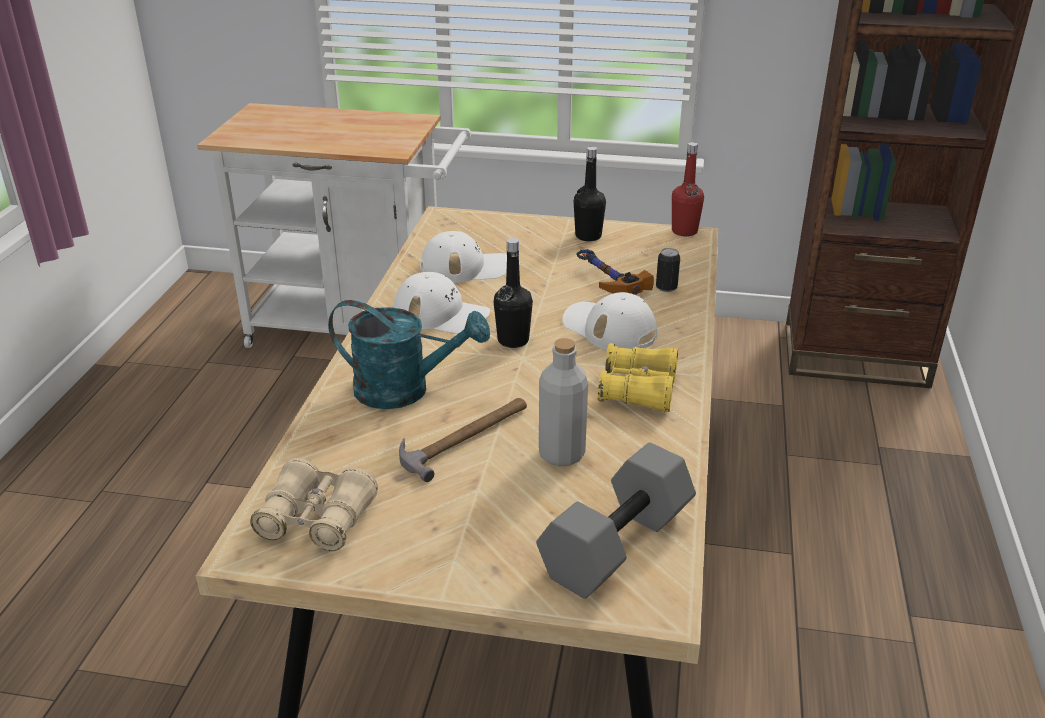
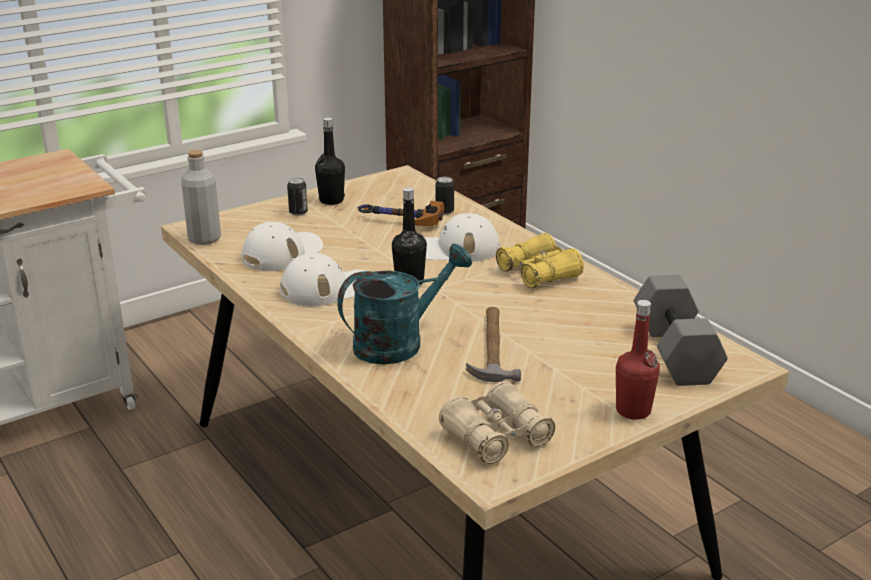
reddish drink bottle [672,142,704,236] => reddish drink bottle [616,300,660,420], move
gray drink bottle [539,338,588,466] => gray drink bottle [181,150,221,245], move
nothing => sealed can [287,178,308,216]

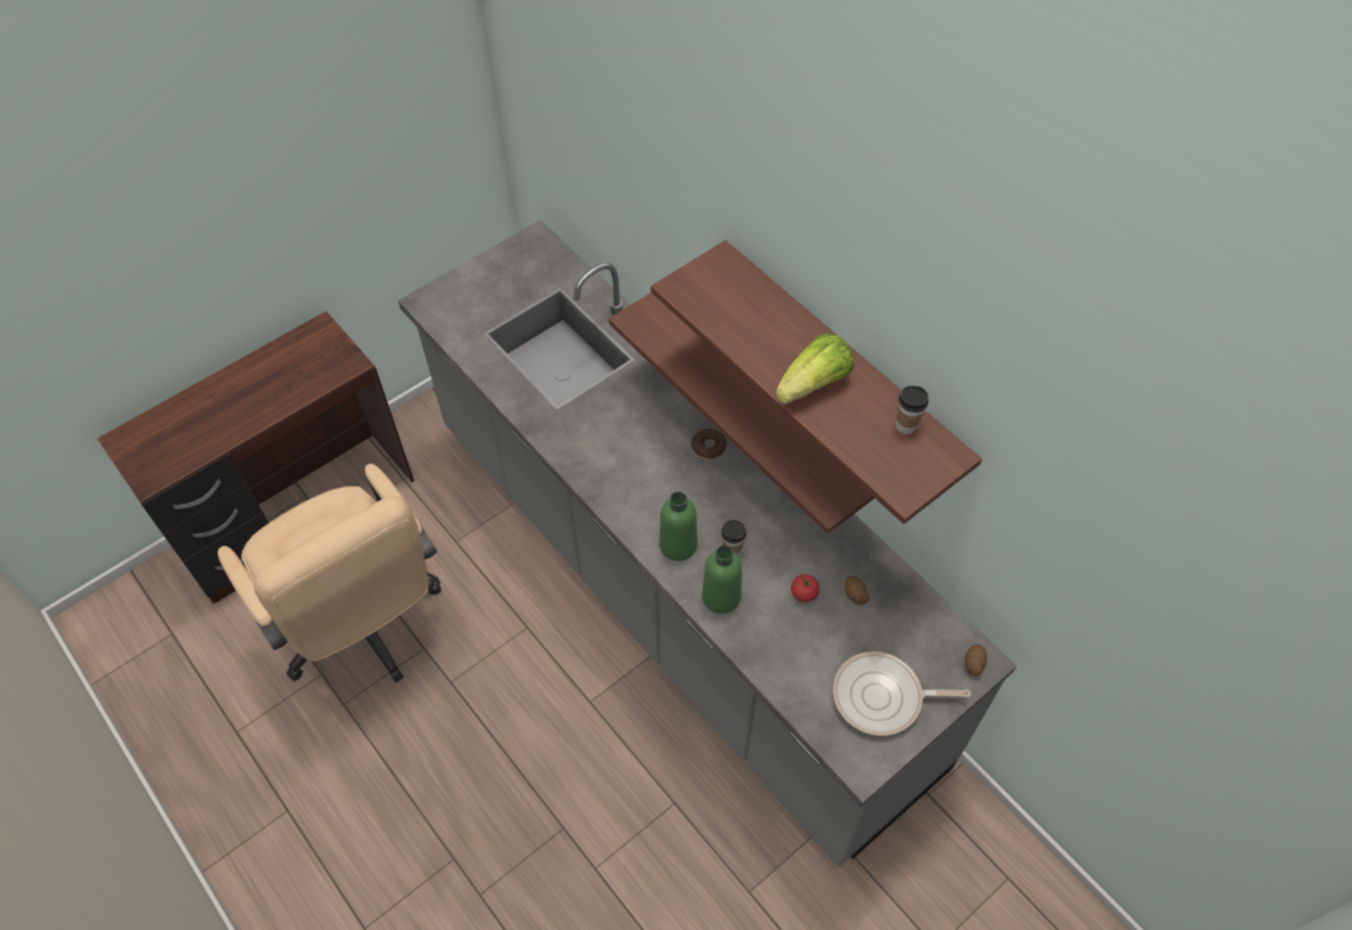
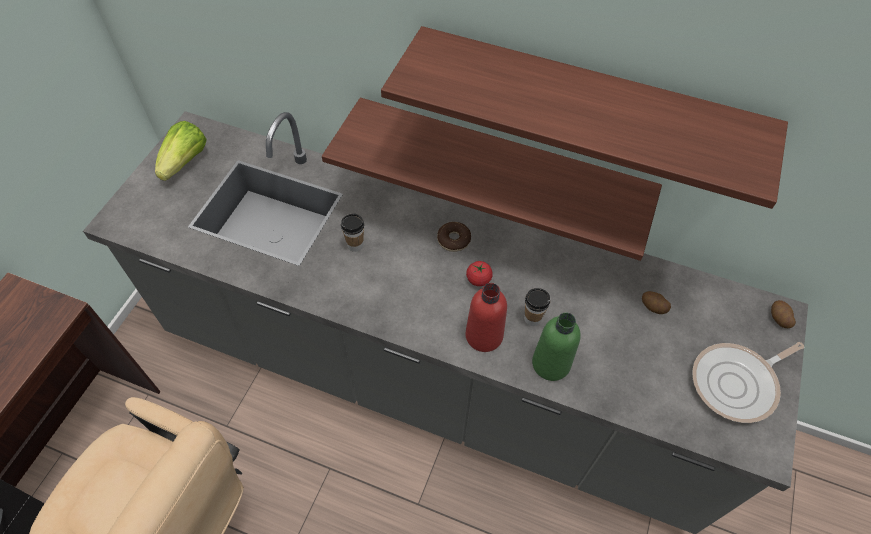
lettuce [776,333,854,404] => lettuce [155,121,207,181], move
small cup [896,385,929,434] => small cup [341,213,364,252], move
green-coloured drink bottle [659,492,698,561] => reddish drink bottle [466,283,507,352]
fresh tomato [791,574,820,602] => fresh tomato [466,261,493,286], move

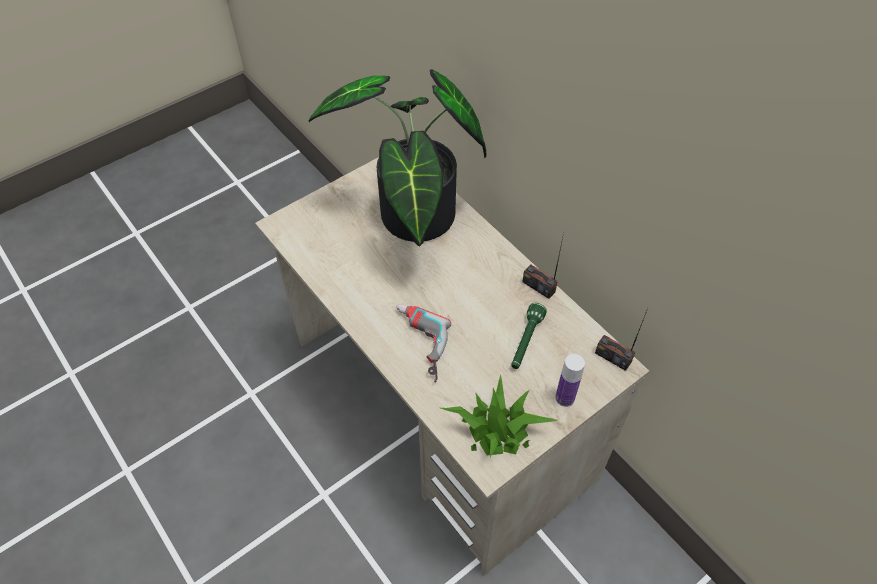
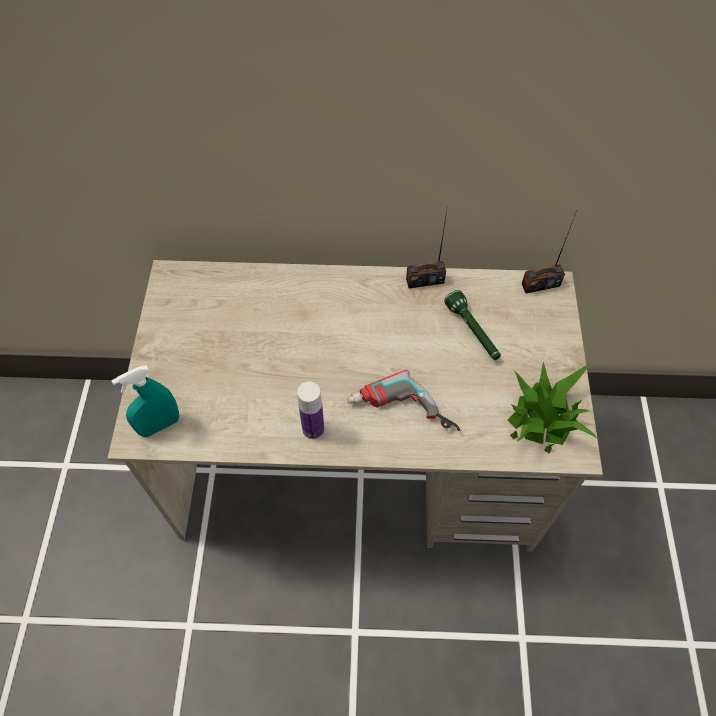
plant in a pot [309,69,486,247] => nothing
drink bottle [555,354,585,407] => drink bottle [297,382,324,439], move
nothing => blue-green hand sprayer [111,365,179,437]

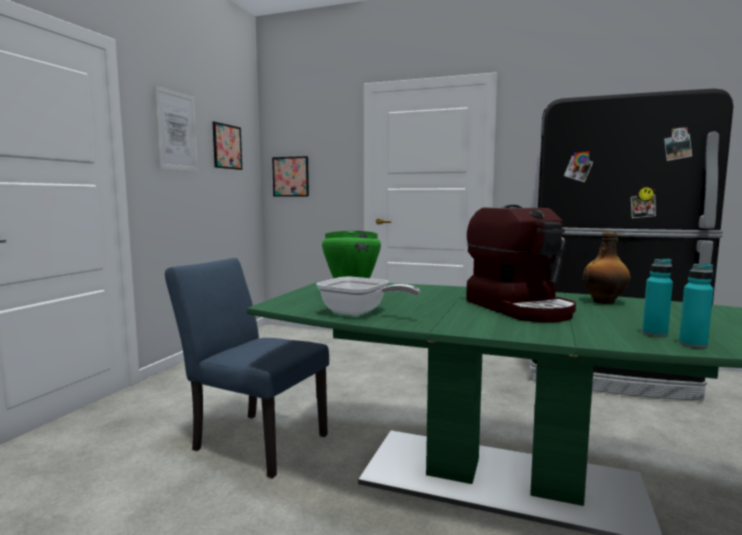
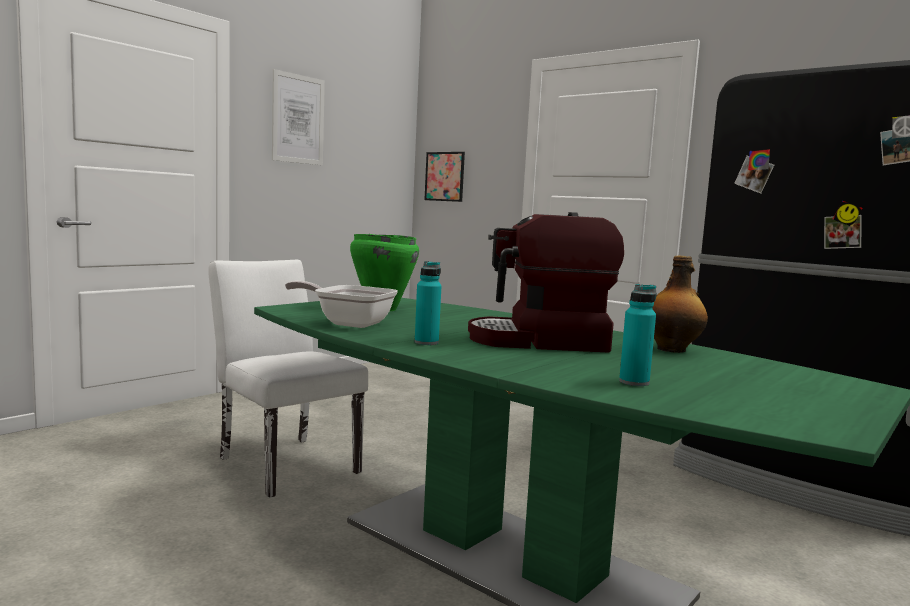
picture [213,122,242,170] => nothing
coffee machine [466,205,576,322] => coffee machine [468,212,624,353], 90 degrees clockwise
blue plain chair [165,258,329,478] => white-coloured plain chair [208,260,368,498]
blue-green drink bottle [679,264,714,348] => blue-green drink bottle [415,261,441,345], move
frying pan [317,277,420,316] => frying pan [285,281,398,328], 150 degrees clockwise

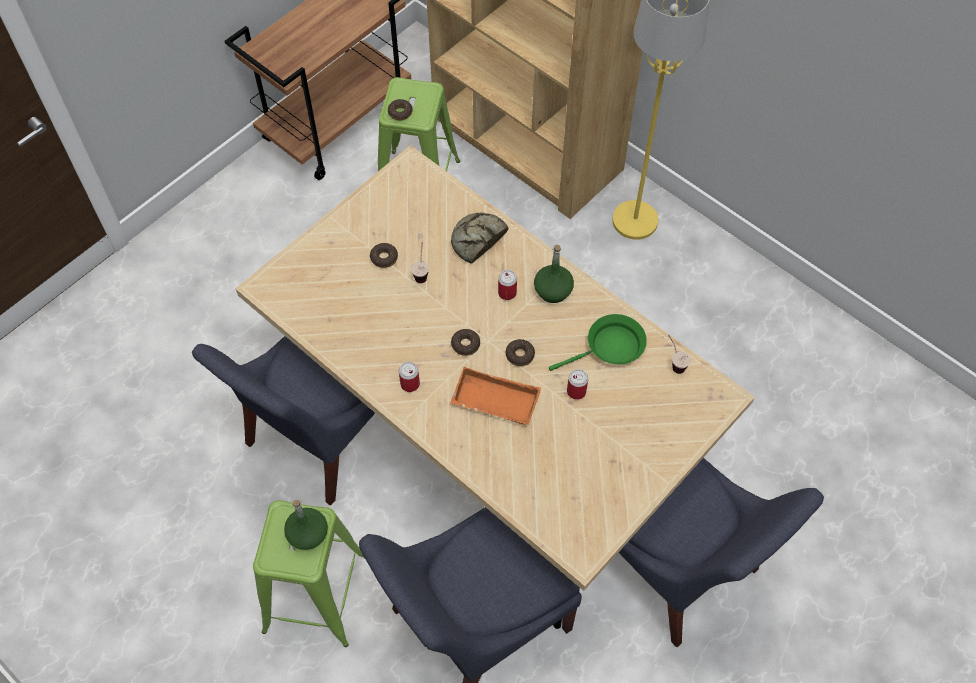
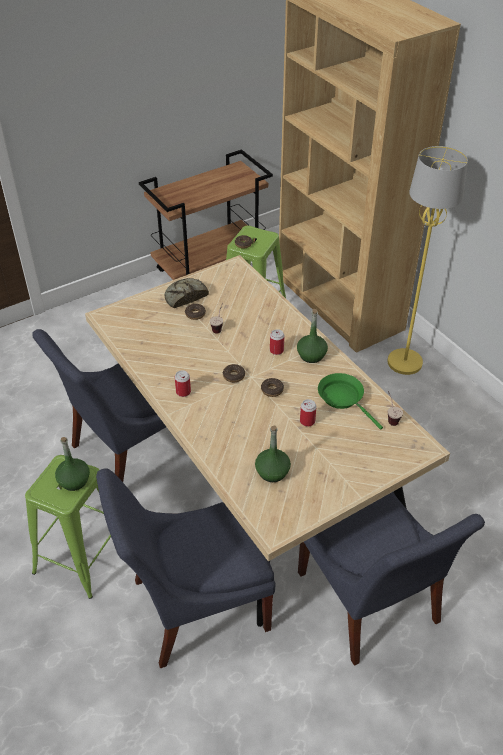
bread [451,213,508,264] => bread [165,278,209,308], move
green-coloured frying pan [549,314,647,371] => green-coloured frying pan [318,373,383,430], 120 degrees counterclockwise
orangey serving tray [450,367,541,425] => nothing
nothing => green-coloured drink bottle [255,425,291,482]

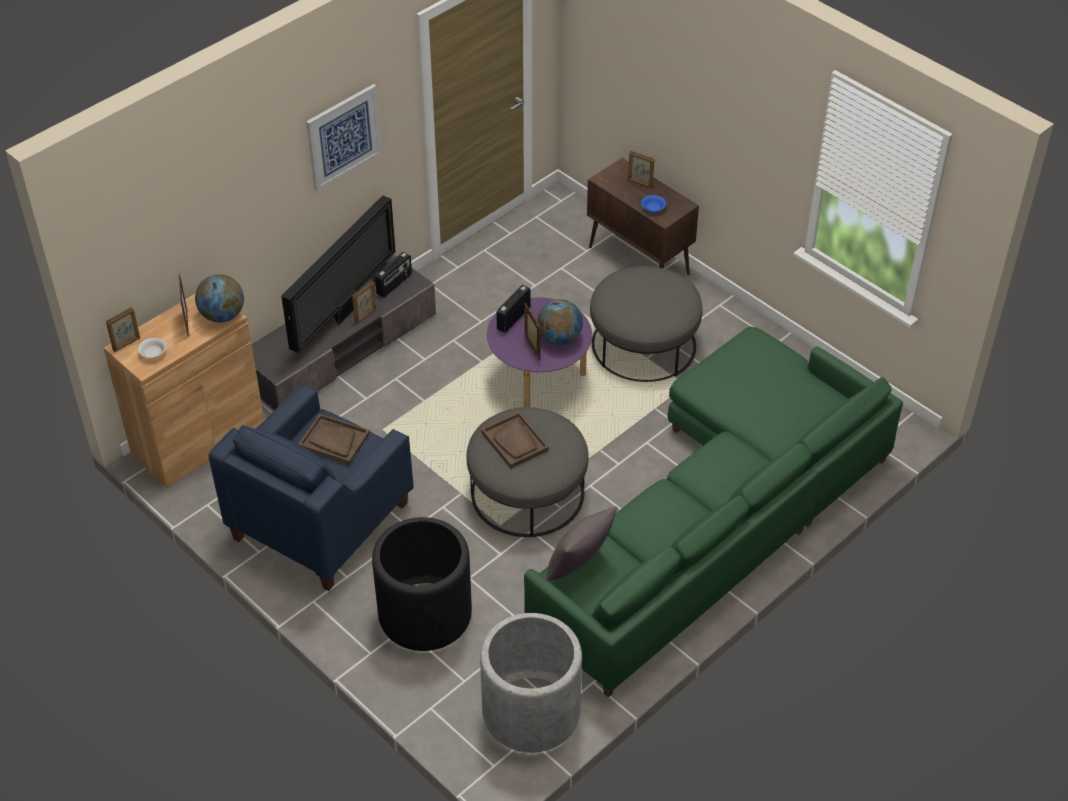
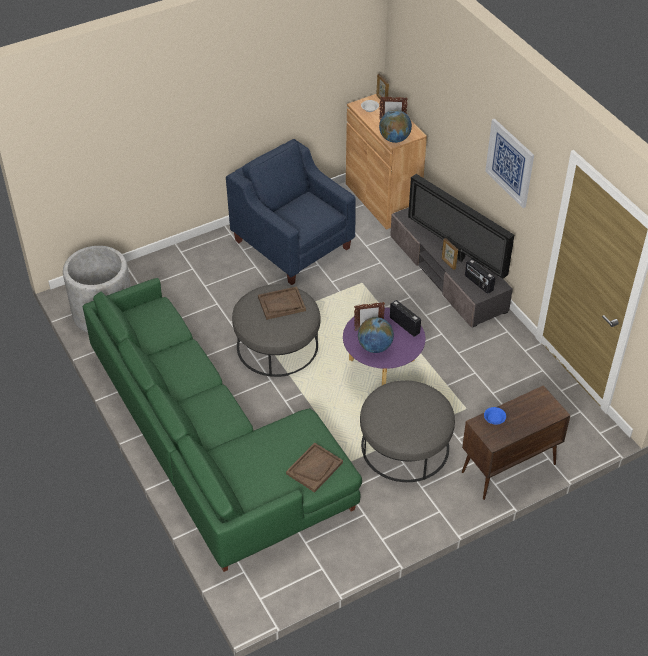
standing frame [628,151,655,188] => nothing
brown serving tray [298,414,370,465] => brown serving tray [286,443,343,493], move
gray throw pillow [546,506,618,581] => nothing
black planter [372,517,472,651] => nothing

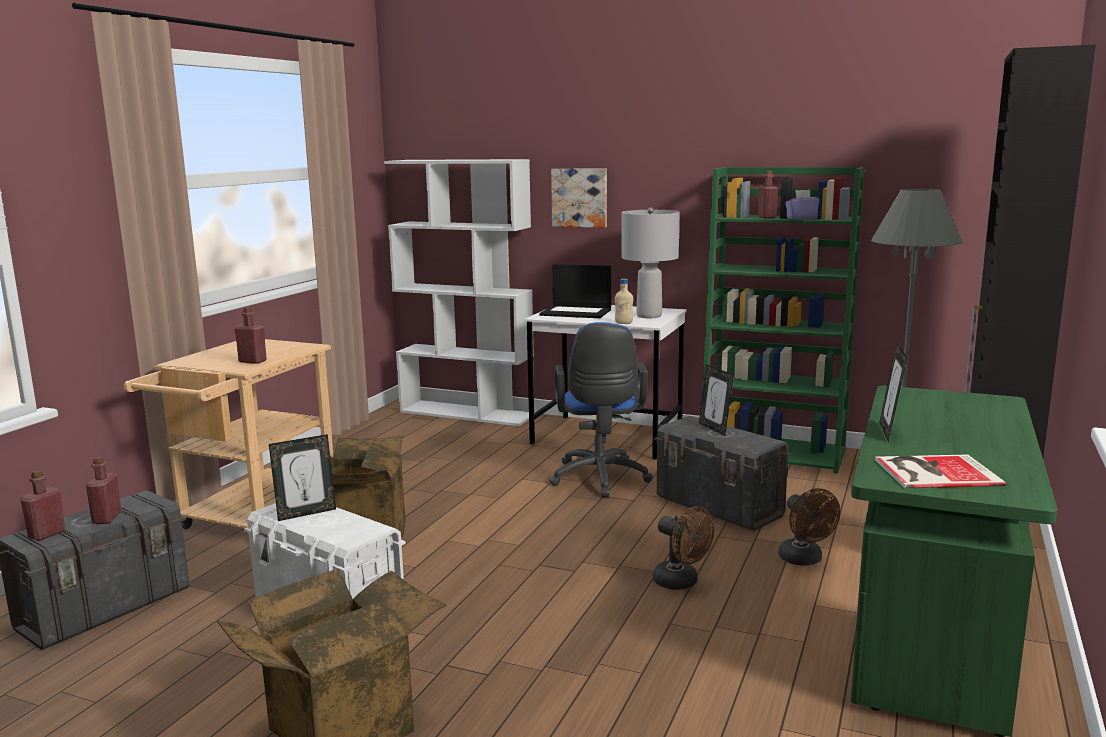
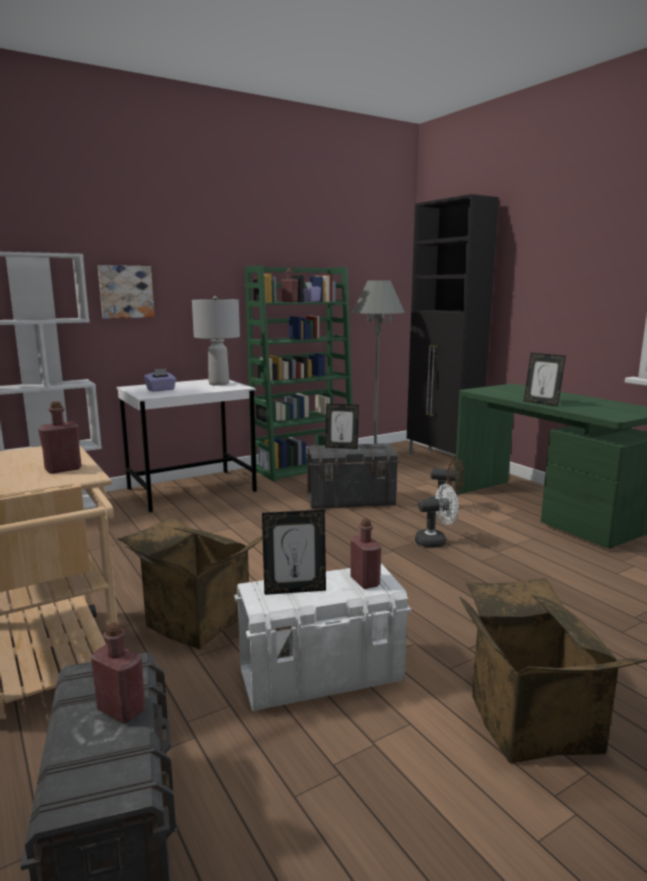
portable computer [539,264,611,318] => purple-coloured tissue holder [144,368,176,392]
beige drink bottle [615,279,633,324] => nothing
blue computer chair [549,322,653,497] => nothing
standing frame [269,434,336,521] => standing frame [262,510,326,595], 75 degrees clockwise
book [875,454,1006,488] => nothing
reddish drink bottle [20,470,65,541] => reddish drink bottle [350,518,381,589], move
brown cooling fan [653,506,714,590] => white-coloured cooling fan [415,484,459,548]

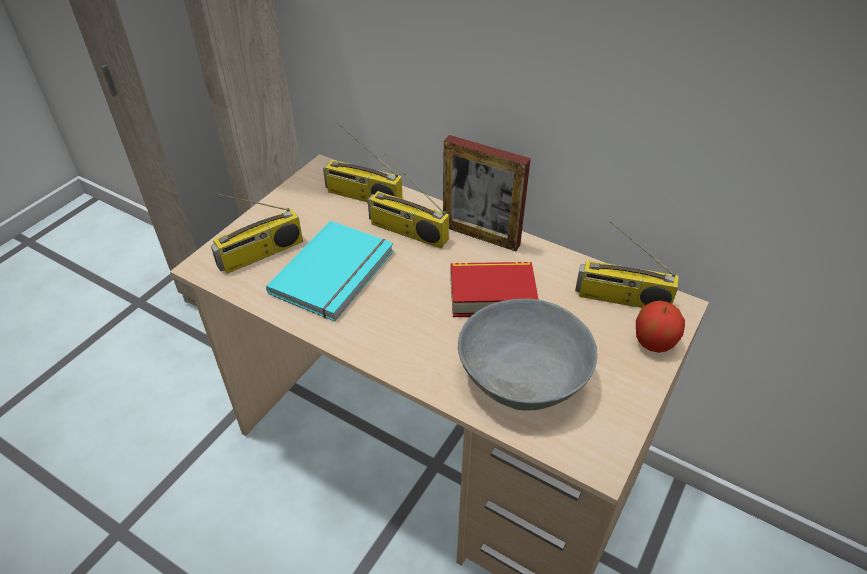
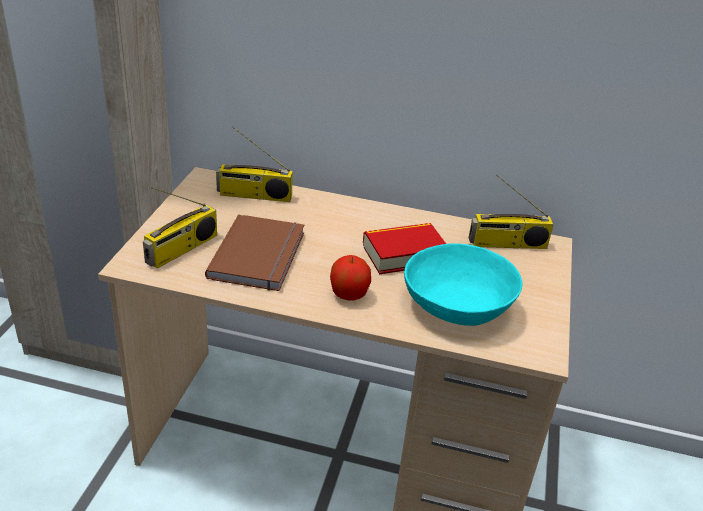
standing frame [443,135,531,251] => nothing
radio [367,154,449,249] => nothing
blue-green book [266,221,394,321] => brown book [205,214,304,291]
gray bowl [458,299,597,410] => blue-green bowl [404,243,523,326]
whole apple [636,301,685,353] => whole apple [330,255,371,301], move

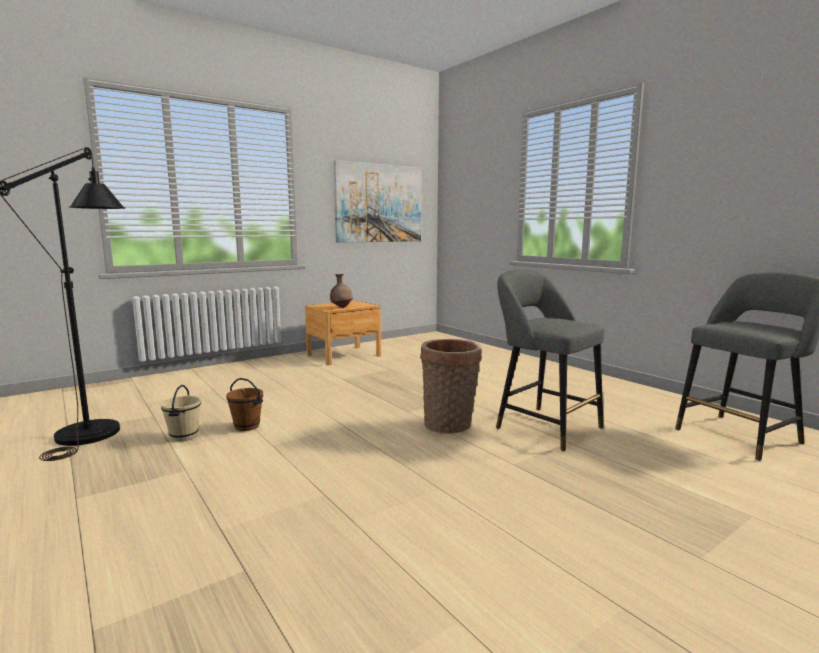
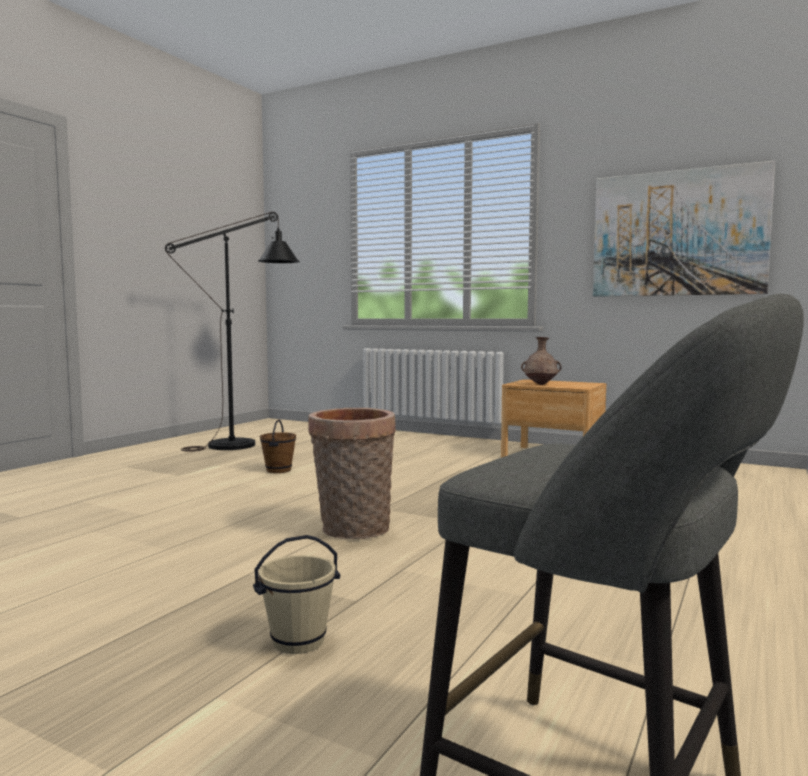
gray stool seat [496,269,604,452] => nothing
beige bucket [161,385,201,441] => beige bucket [253,535,340,654], move

